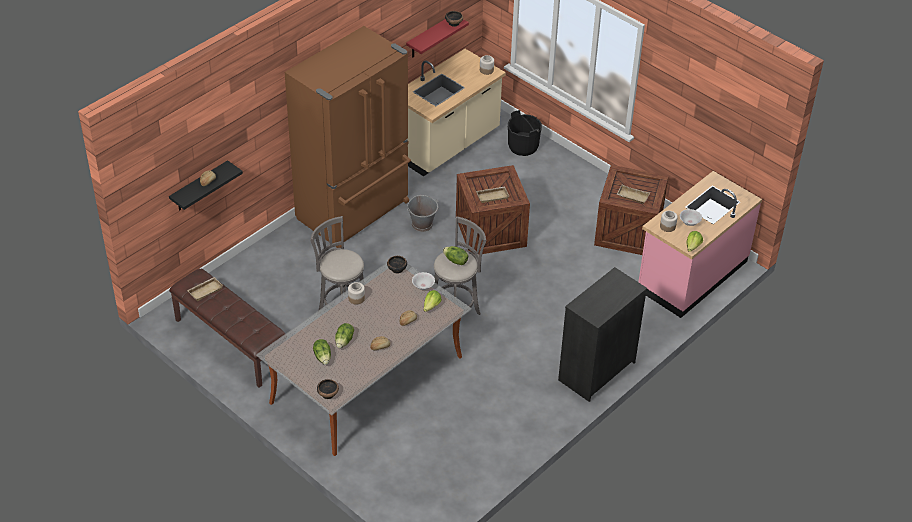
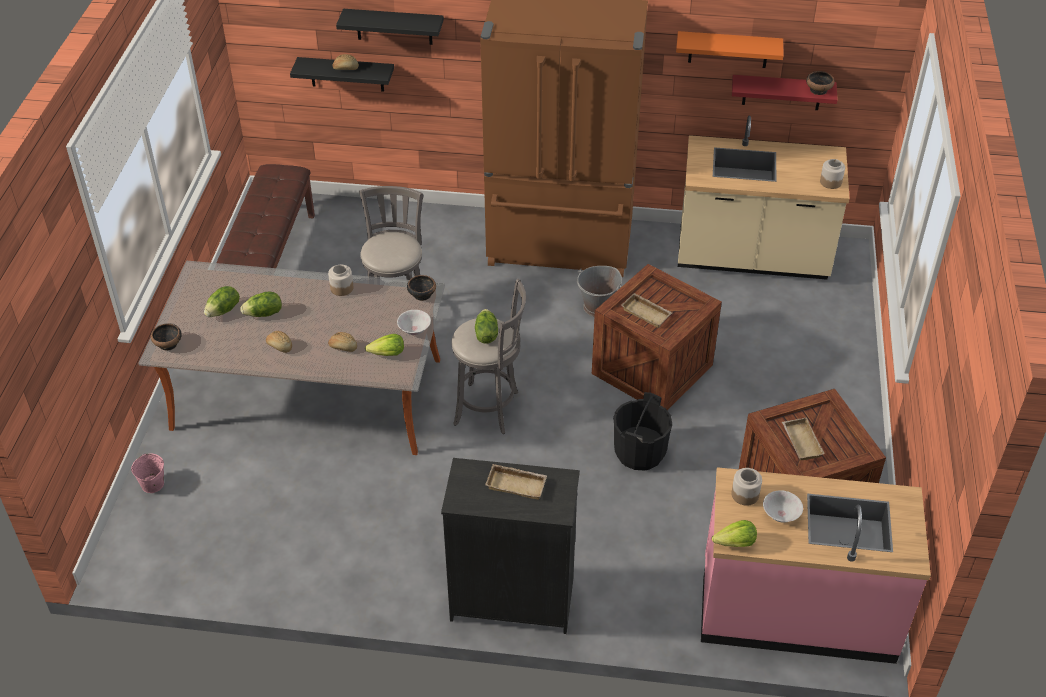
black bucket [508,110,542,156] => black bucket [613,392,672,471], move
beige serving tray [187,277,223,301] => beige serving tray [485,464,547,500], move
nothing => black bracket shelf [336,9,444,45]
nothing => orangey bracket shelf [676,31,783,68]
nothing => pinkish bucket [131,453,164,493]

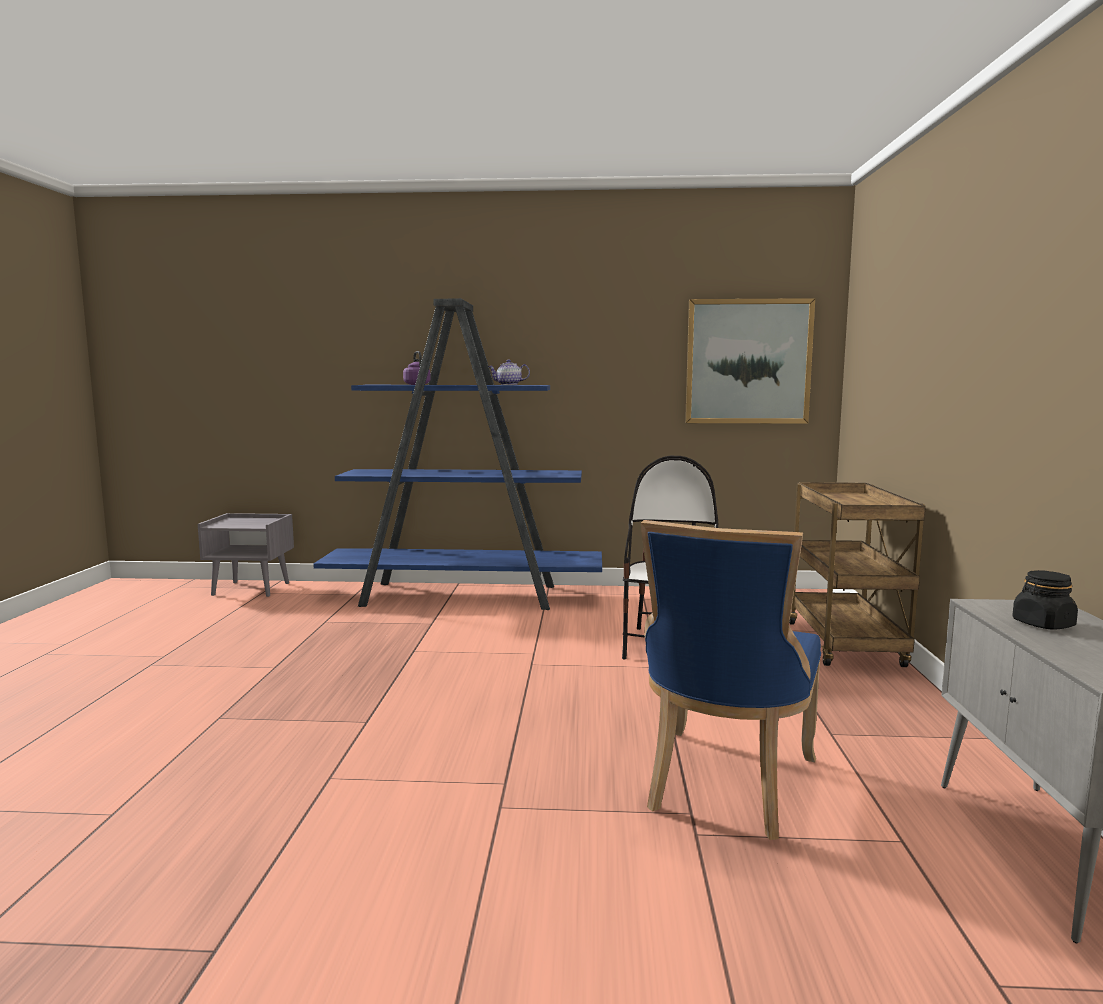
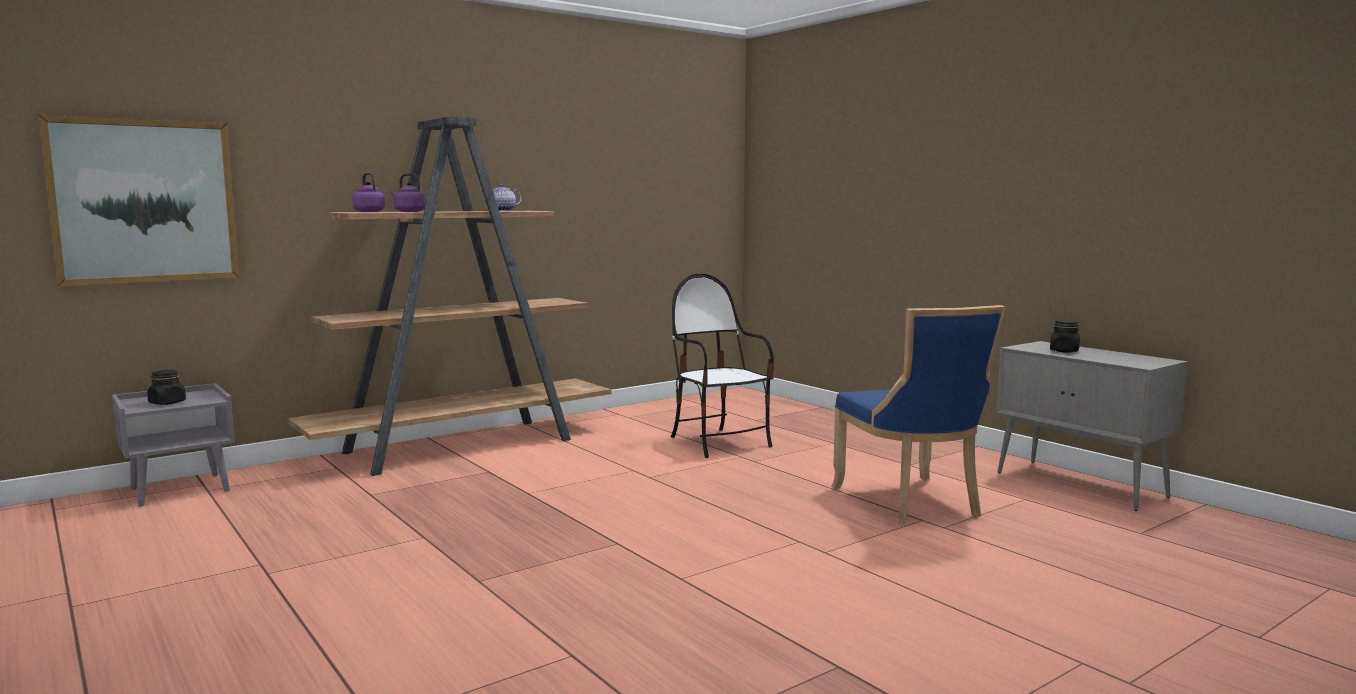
blue shelving unit [313,298,602,610] => brown shelving unit [288,117,611,476]
picture [685,298,815,424] => picture [38,115,240,286], move
brown trolley [789,482,926,667] => nothing
nothing => purple-coloured tea kettle [352,172,385,212]
nothing => black storage jar [147,370,186,405]

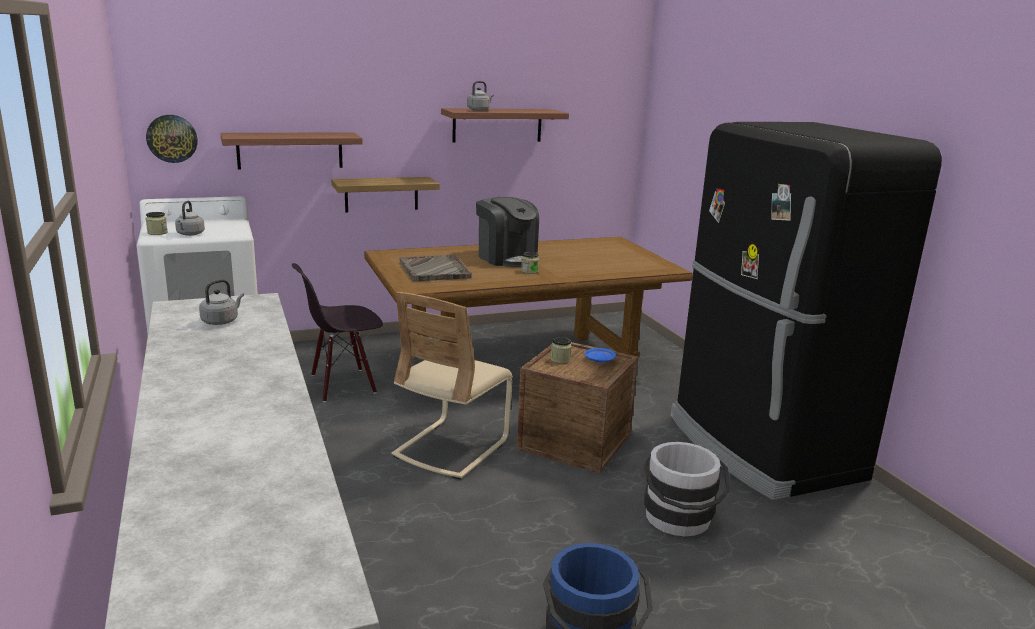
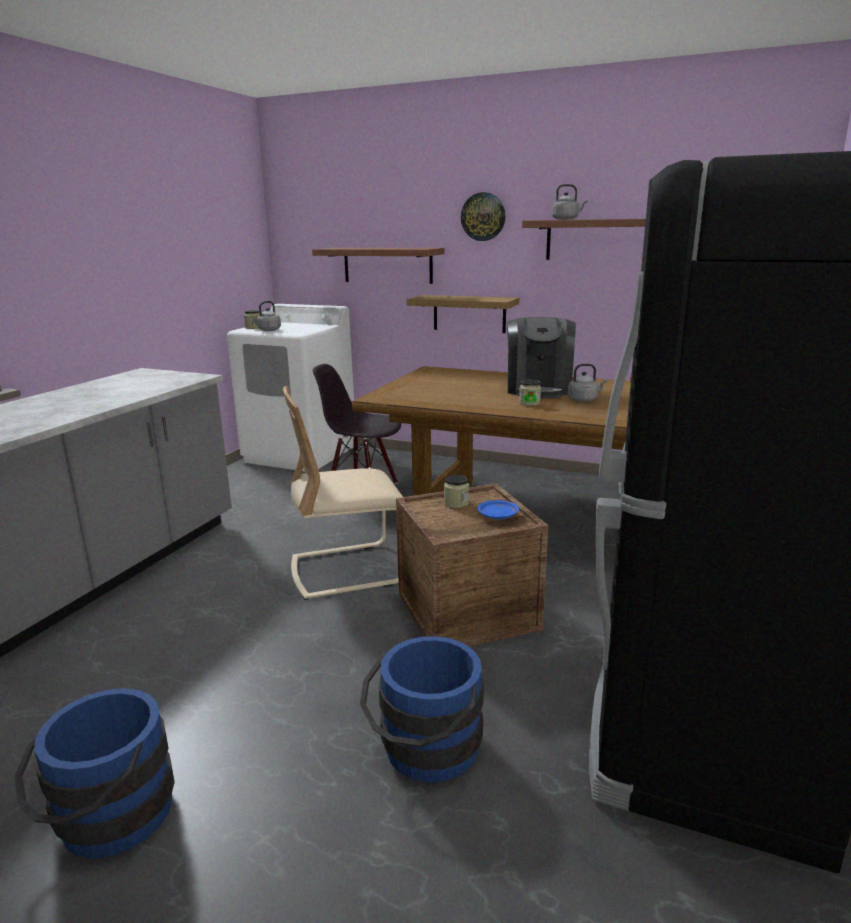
wall clock [146,115,198,163] => wall clock [461,192,506,241], move
gray serving tray [400,254,472,281] => nothing
gray tea kettle [199,279,244,325] => gray tea kettle [568,364,607,402], move
white-coloured bucket [644,442,730,536] => blue bucket [360,636,484,782]

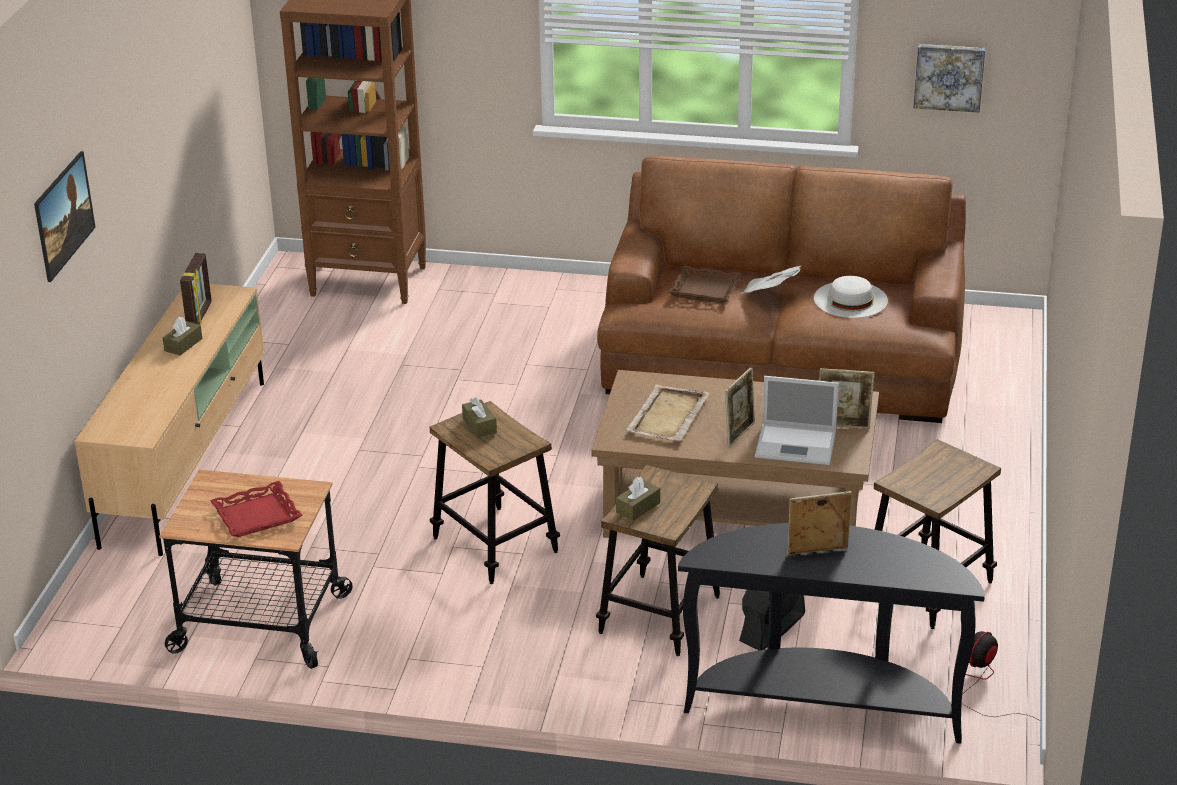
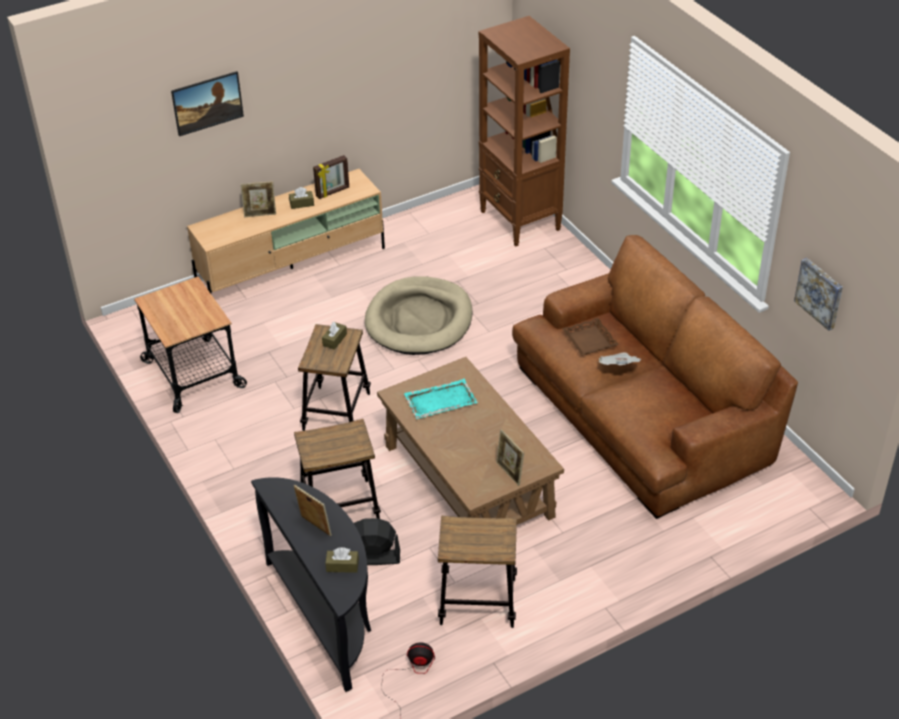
white-coloured hat [814,276,888,318] => nothing
standing frame [725,367,755,448] => standing frame [241,181,276,217], move
portable computer [755,376,839,465] => nothing
beige serving tray [626,384,710,441] => blue-green serving tray [404,378,478,419]
brown tissue holder [616,477,660,521] => brown tissue holder [325,547,359,573], move
reddish serving tray [210,481,303,537] => nothing
nothing => beige dog bed [365,277,473,355]

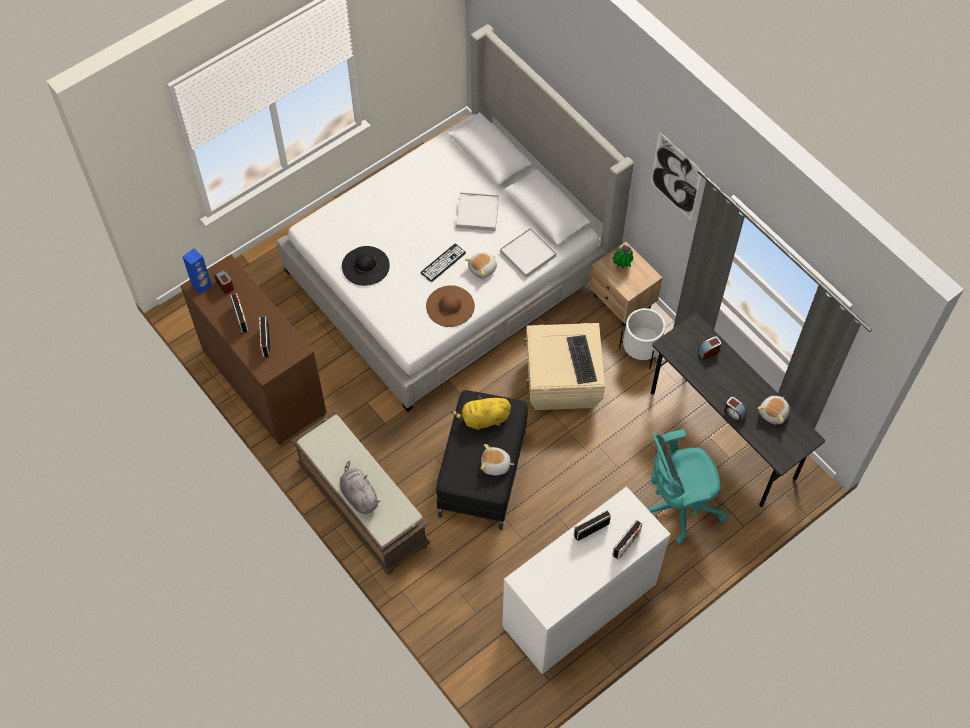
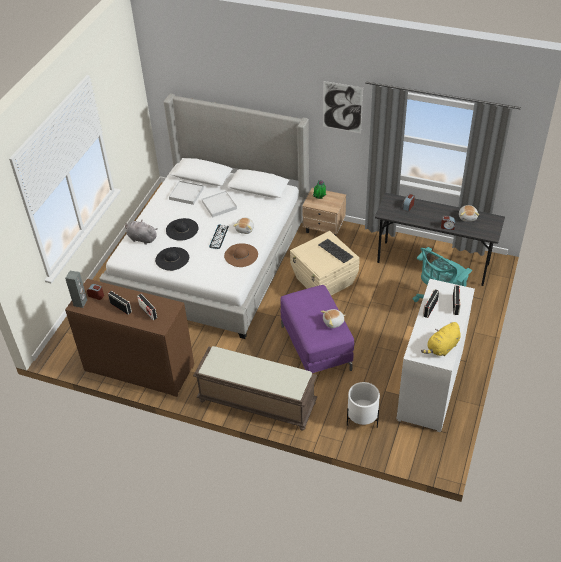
white-coloured serving tray [500,228,556,278] => white-coloured serving tray [169,181,204,205], move
blue audio speaker [183,249,212,294] => gray audio speaker [65,271,87,308]
white-coloured planter [619,308,665,369] => white-coloured planter [347,382,380,428], move
black ottoman [436,390,528,530] => purple-coloured ottoman [281,285,354,373]
yellow-coloured soft toy [451,396,511,430] => yellow-coloured soft toy [421,322,461,356], move
gray soft toy [340,461,380,514] => gray soft toy [125,219,157,245], move
nothing => black hat [166,218,198,241]

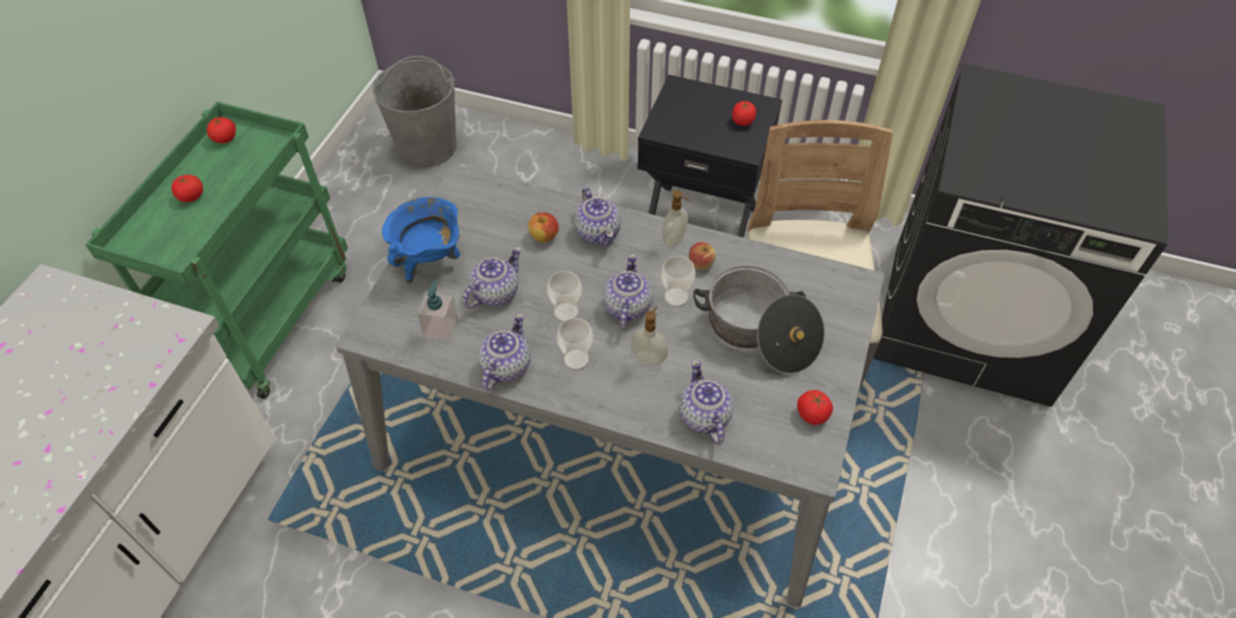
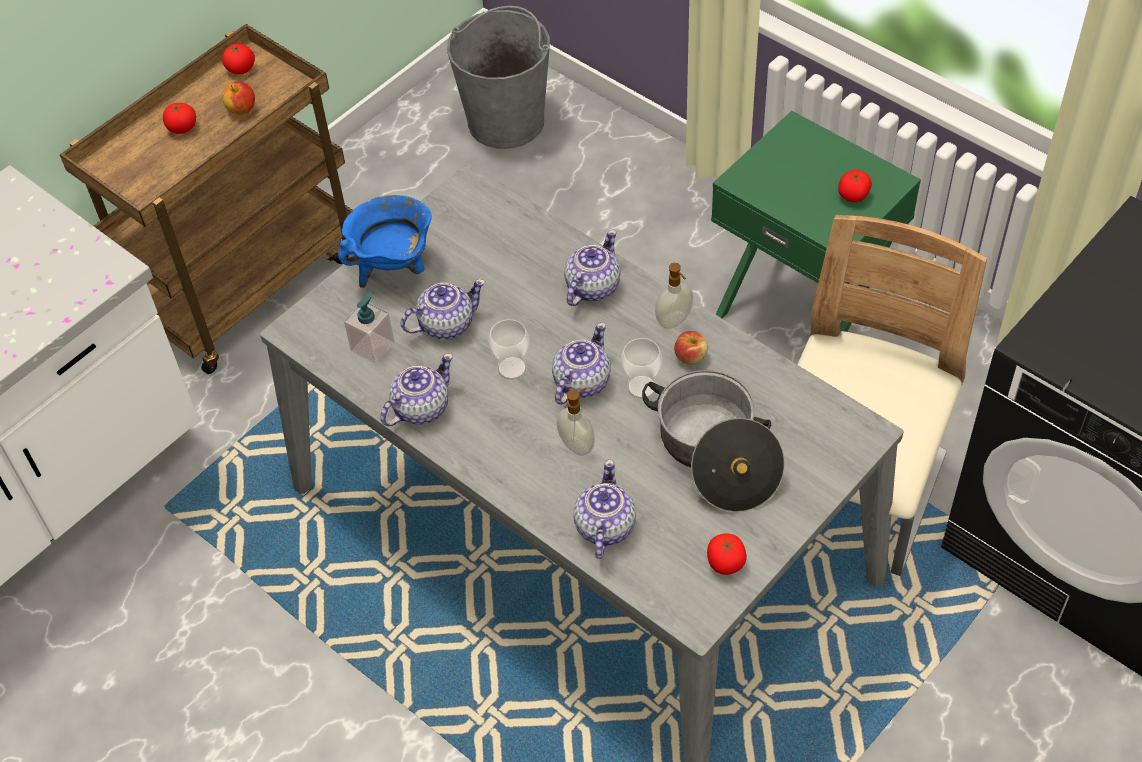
black nightstand [637,75,782,237] => green-coloured nightstand [711,111,921,332]
green-coloured trolley [85,102,348,399] => brown trolley [60,24,353,374]
tea pot [574,187,621,247] => tea pot [564,230,620,306], 150 degrees counterclockwise
whole apple [528,212,559,242] => whole apple [222,82,255,115], move
small cup [557,318,593,371] => nothing

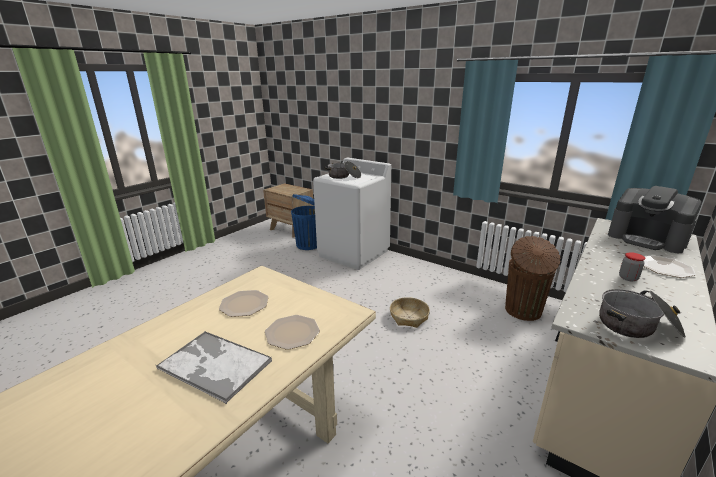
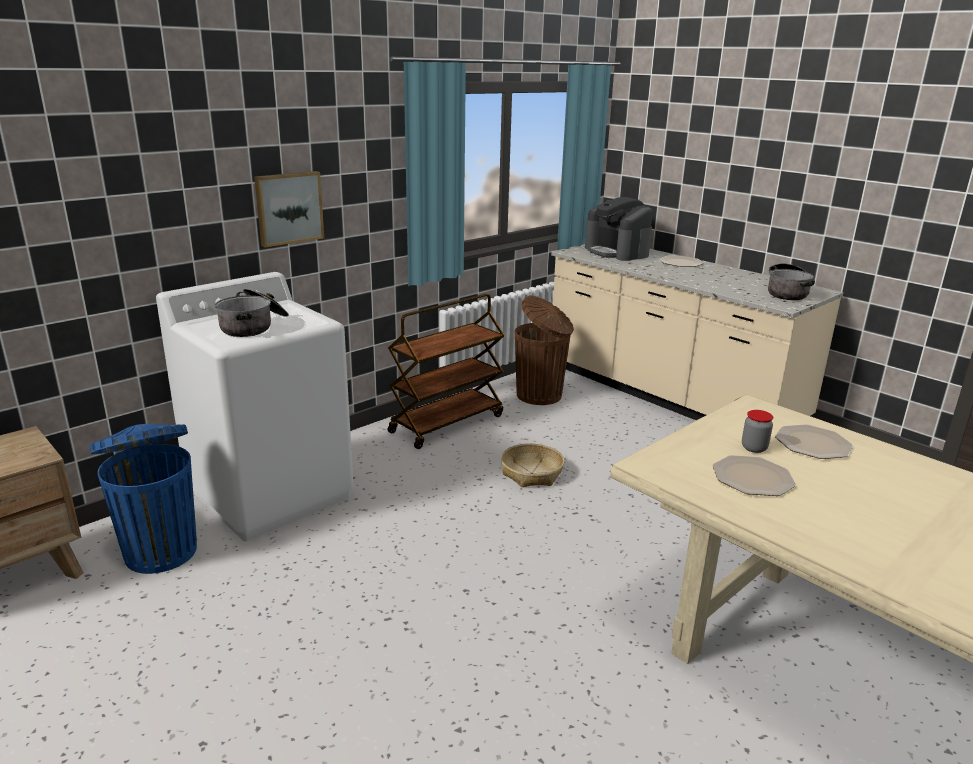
coffee machine [608,186,702,253] => coffee machine [585,197,653,261], 90 degrees clockwise
storage jar [619,252,645,281] => storage jar [742,410,773,453], move
serving tray [156,331,272,404] => nothing
nothing => picture [254,171,324,248]
nothing => brown trolley [387,294,505,449]

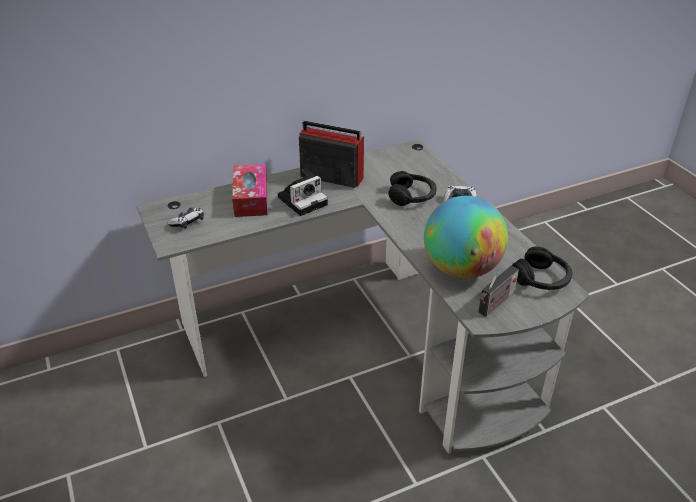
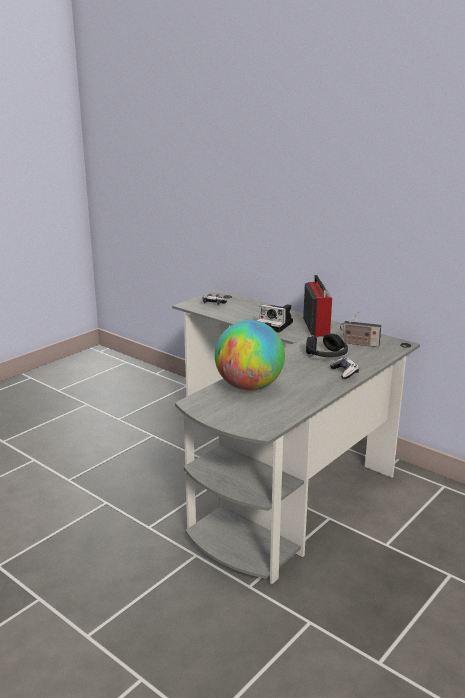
tissue holder [232,164,268,217] => nothing
black headphones [512,246,573,290] => nothing
radio [479,265,519,317] => radio [340,312,381,347], move

